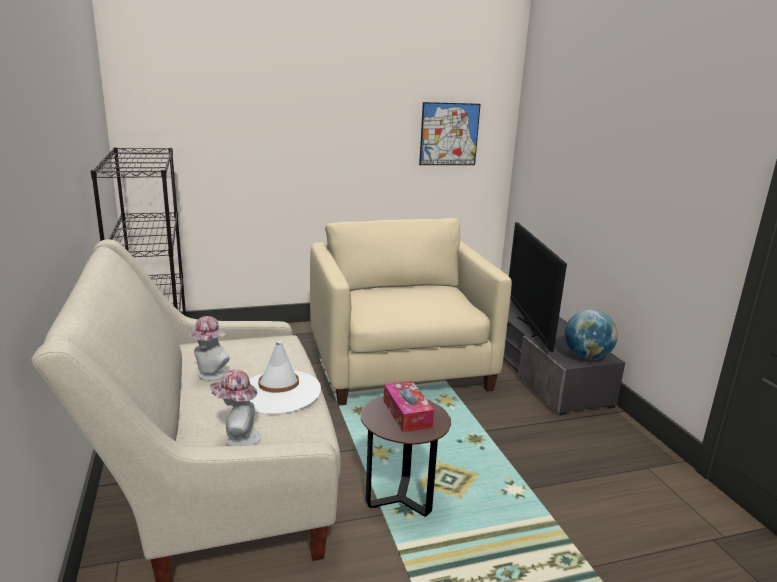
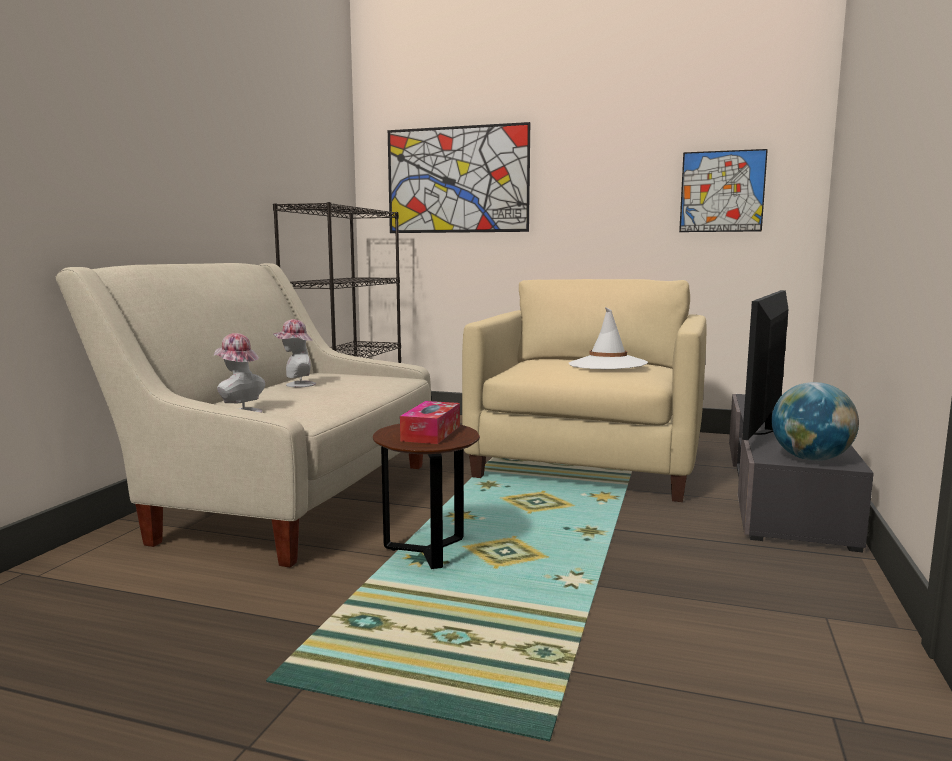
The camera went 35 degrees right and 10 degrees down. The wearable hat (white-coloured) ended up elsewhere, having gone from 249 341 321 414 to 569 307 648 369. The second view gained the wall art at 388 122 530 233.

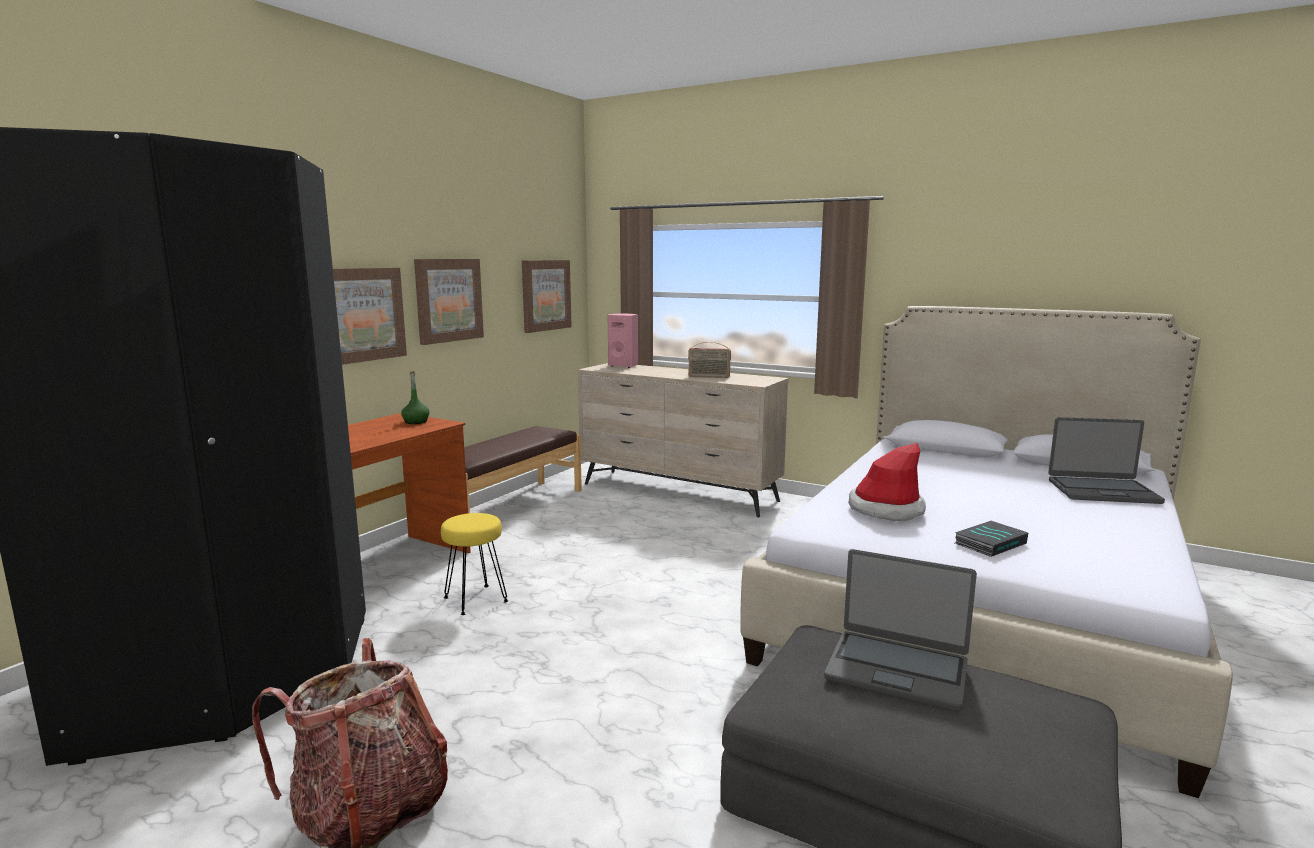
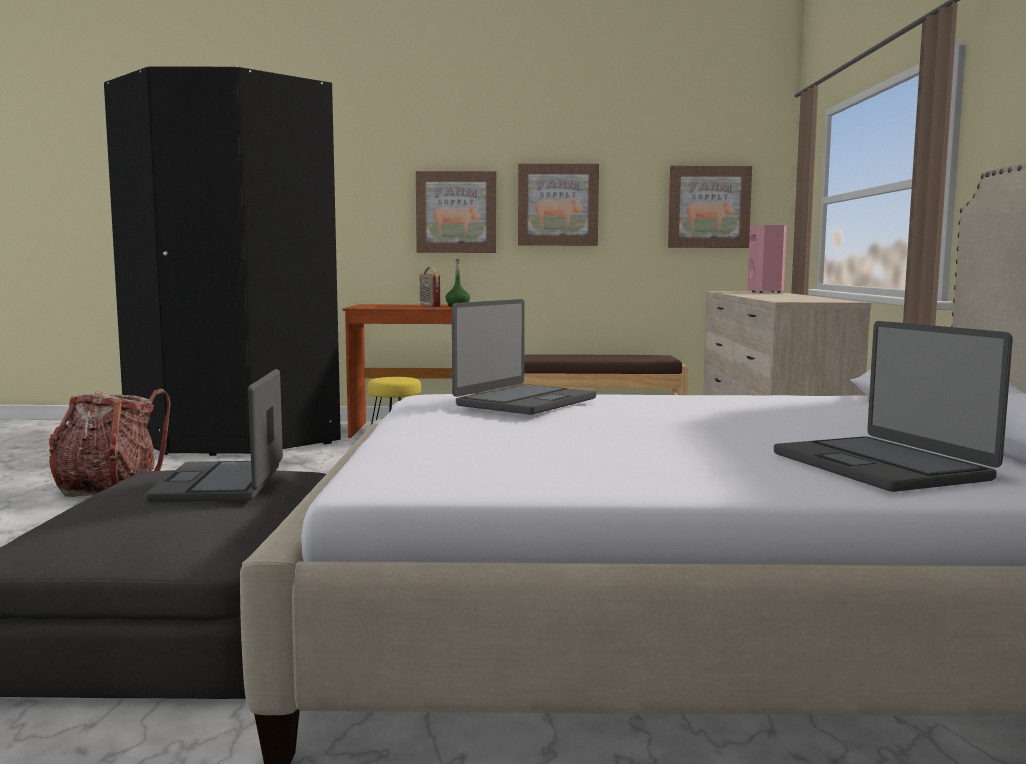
The camera went 60 degrees right and 5 degrees down. The radio receiver ended up elsewhere, having gone from 688 342 731 378 to 419 267 440 307. Where the wearable hat stood at 848 443 926 521, the portable computer came to stand at 452 299 596 415. The second view lost the bound book at 955 521 1028 557.

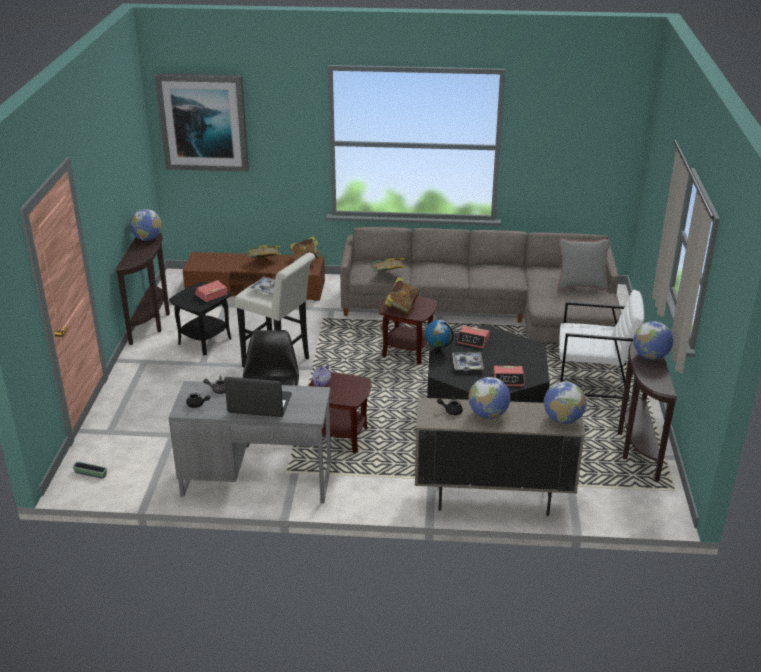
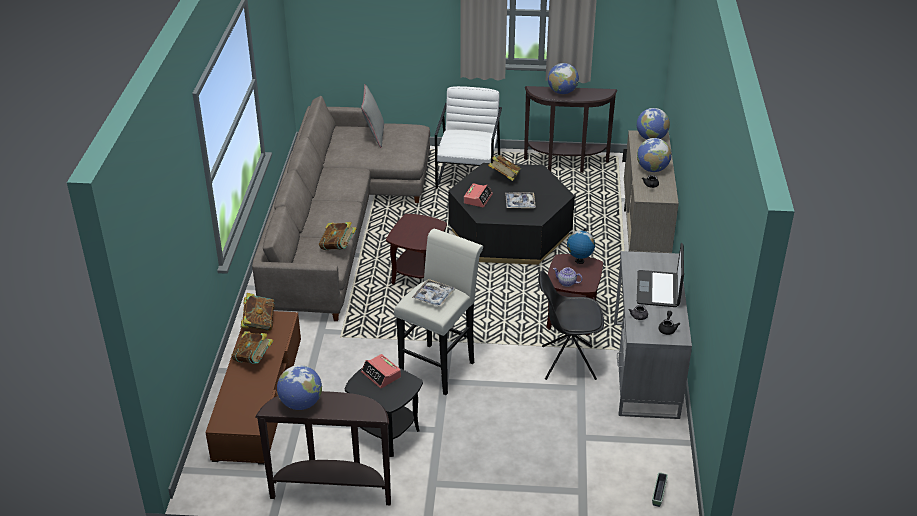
The camera went 90 degrees left and 5 degrees up. The second view lost the wall art at 155 73 249 172. The bound book ended up elsewhere, having gone from 384 277 420 313 to 488 154 521 181. The globe ended up elsewhere, having gone from 425 320 453 353 to 567 229 595 264. The second view lost the bedside clock at 494 366 524 386.

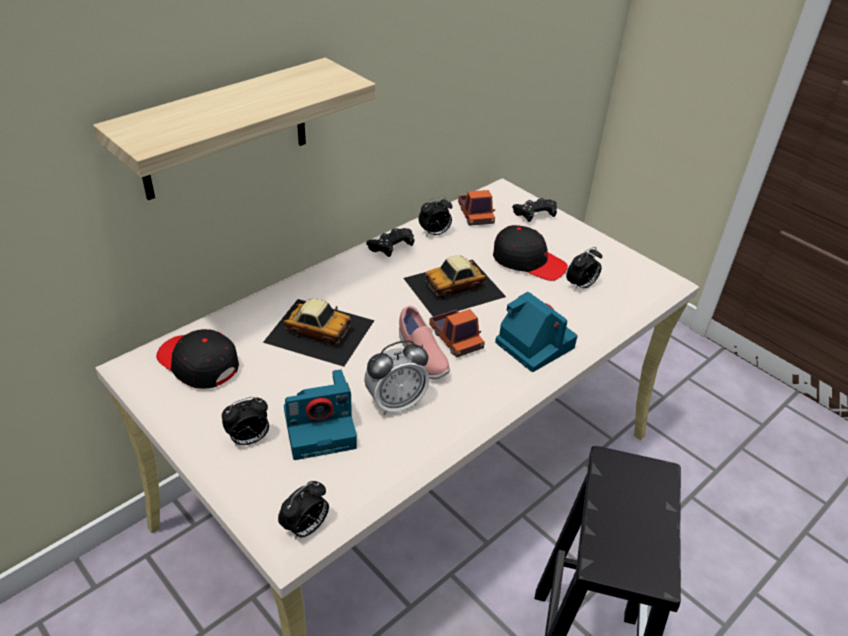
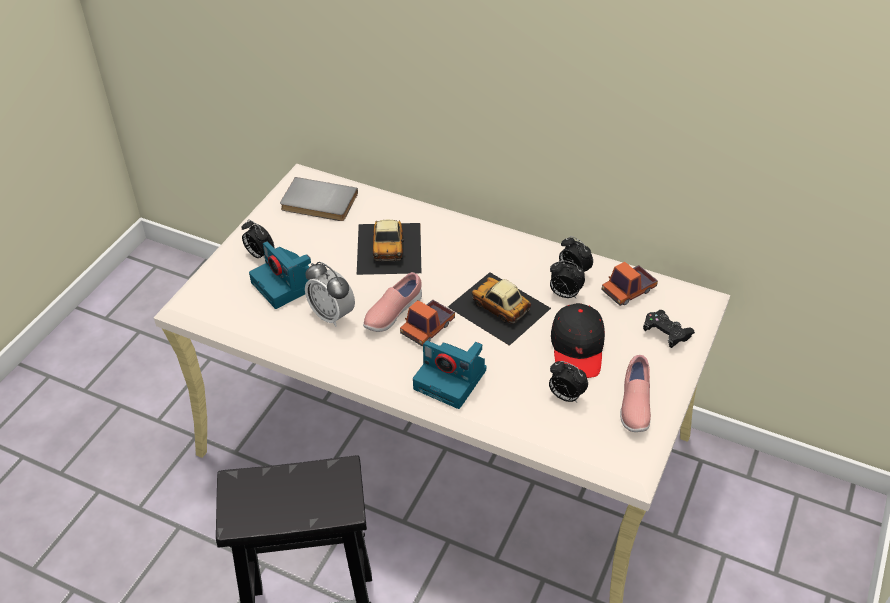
The camera went 70 degrees right and 5 degrees up. The second view lost the shelf at 93 58 375 200. The second view lost the joypad (black-coloured) at 366 228 415 257. The still camera at 495 292 578 372 ended up facing another way, 90 degrees clockwise from before. Where the cap (black-coloured) stood at 156 329 239 389, the bound book (grey) came to stand at 280 177 358 221. The bedside clock ended up elsewhere, having gone from 278 481 329 540 to 550 260 585 298. The second view gained the item of footwear (pink) at 620 355 651 432.

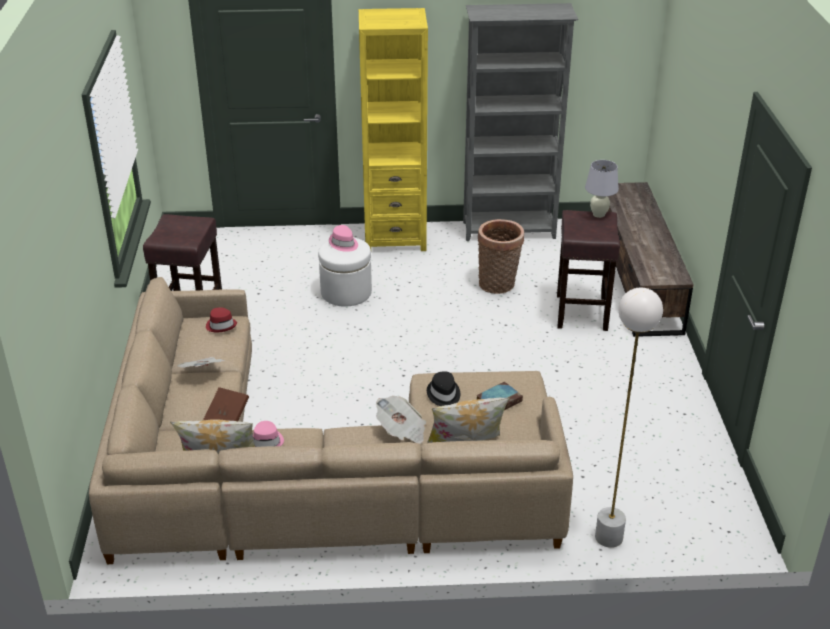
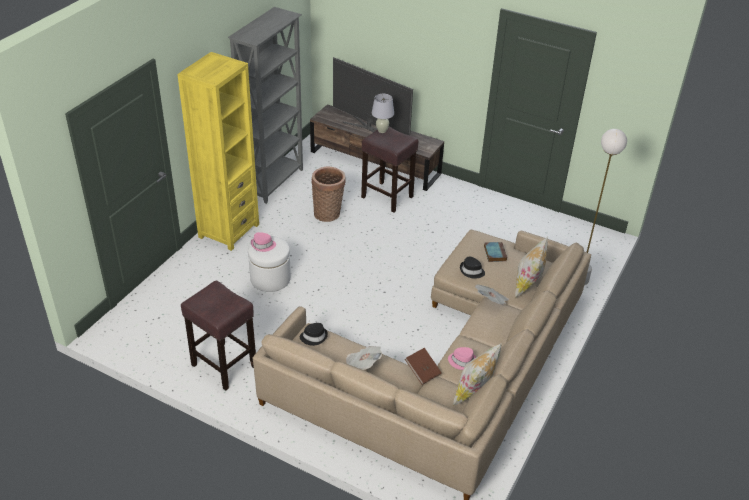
The camera went 60 degrees left and 5 degrees up. What was the wearable hat (reddish) at 206 307 237 333 turned into the wearable hat (black-coloured) at 300 323 328 346. The second view gained the television at 333 57 413 135.

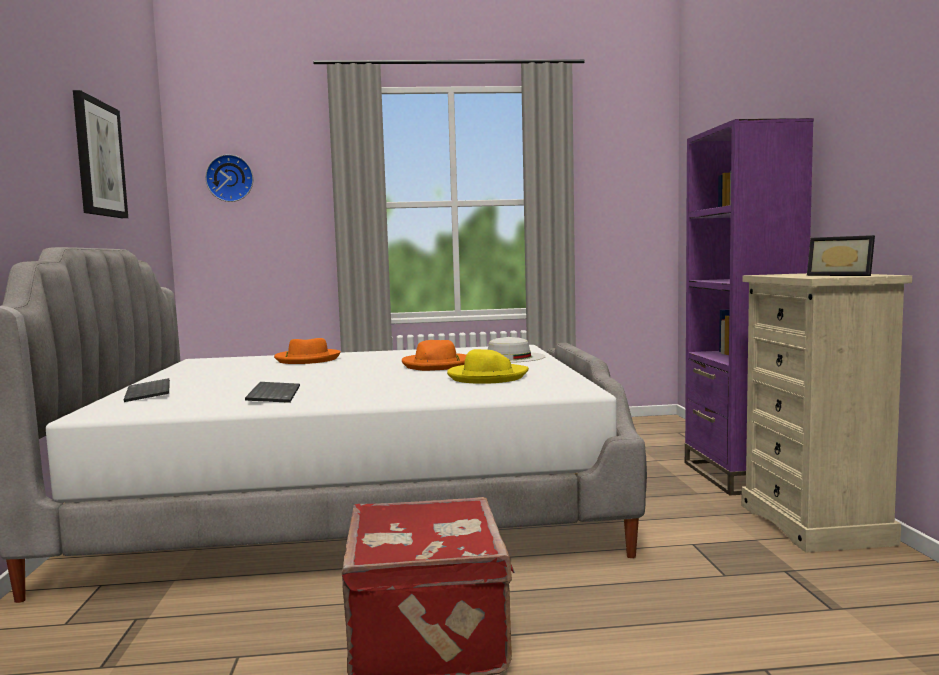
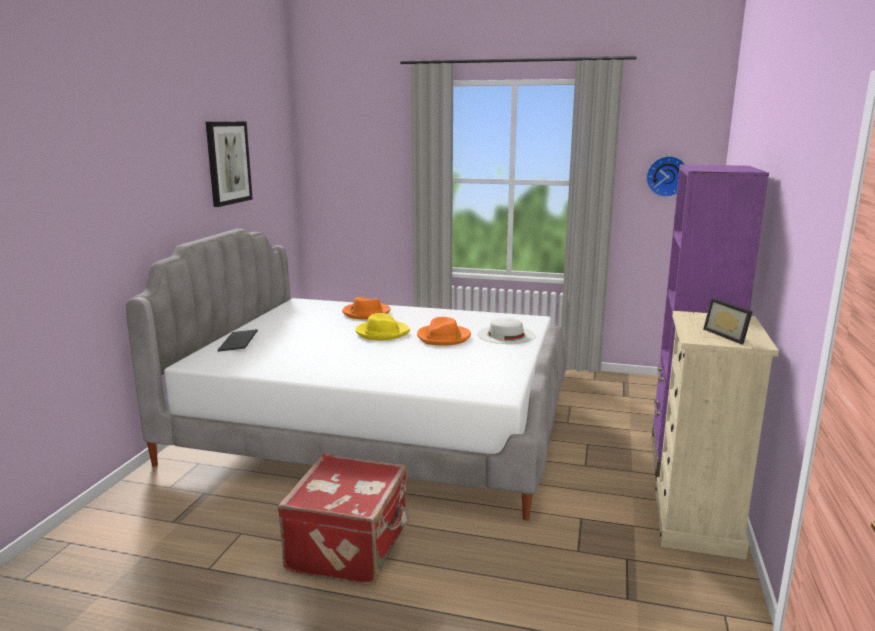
The camera went 20 degrees right and 10 degrees up. The clock on the wall ended up elsewhere, having gone from 205 154 253 202 to 646 156 686 197. The wearable hat (yellow) ended up elsewhere, having gone from 447 349 529 384 to 355 313 410 340. The second view lost the keyboard at 245 382 300 403.

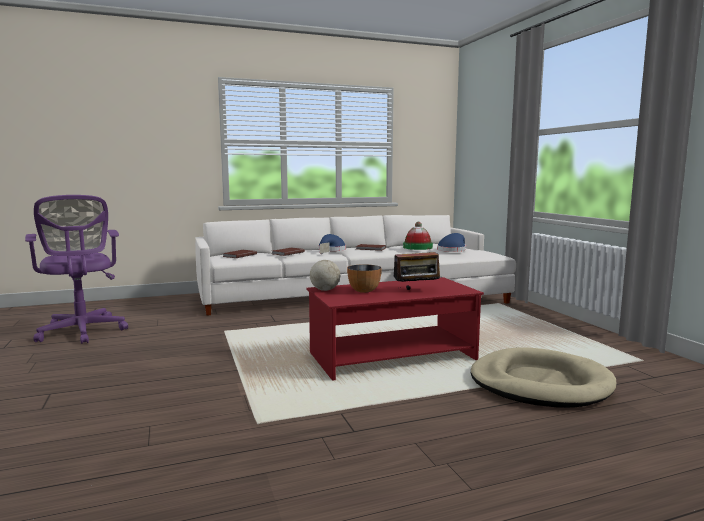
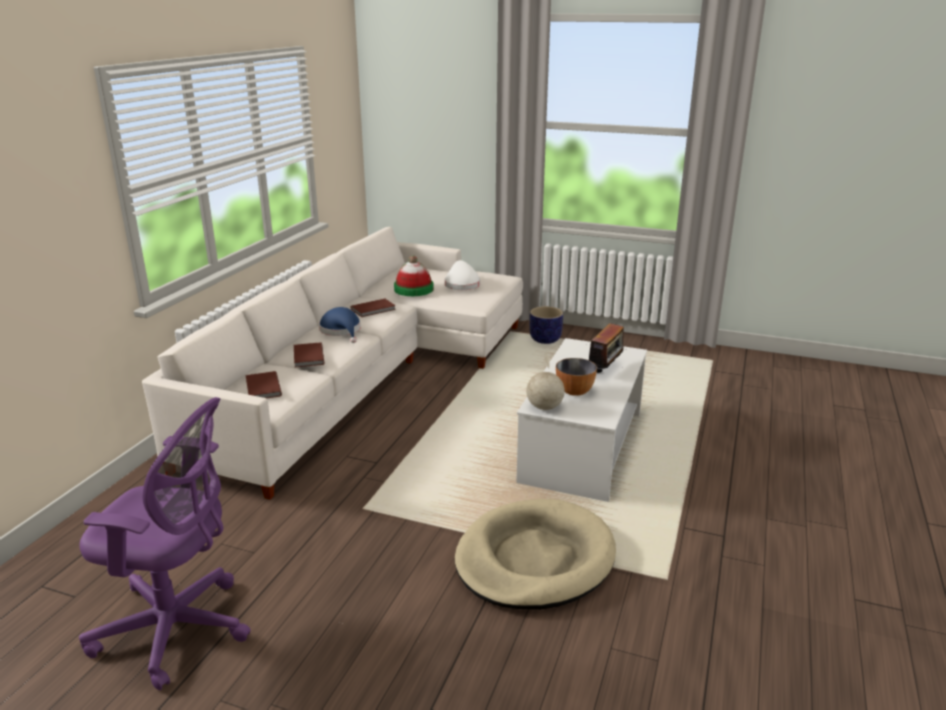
The camera went 50 degrees left and 15 degrees up. What was the wearable hat (blue) at 437 233 466 252 turned into the wearable hat (white-coloured) at 445 260 480 290. What was the lounge table (reddish) at 306 277 484 381 turned into the lounge table (white-coloured) at 516 338 647 502. The dog cushion (beige-coloured) ended up elsewhere, having gone from 471 347 617 408 to 455 499 616 610. The second view gained the flower pot at 529 306 563 344.

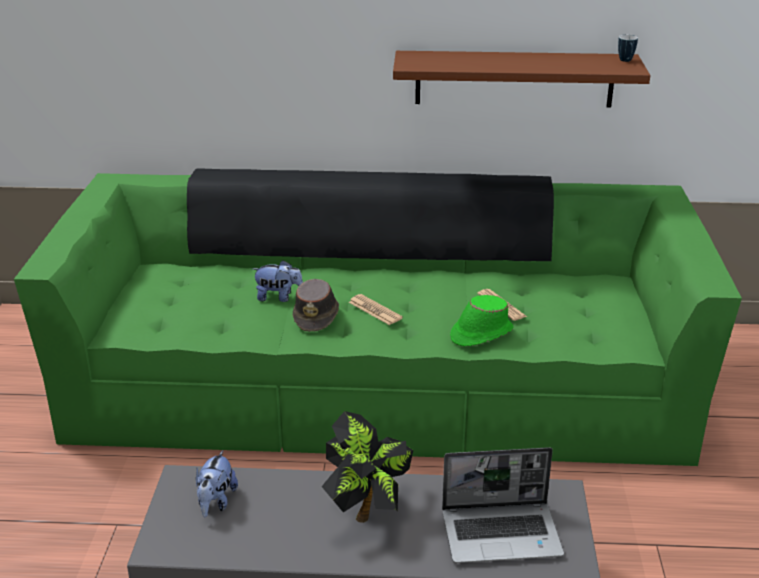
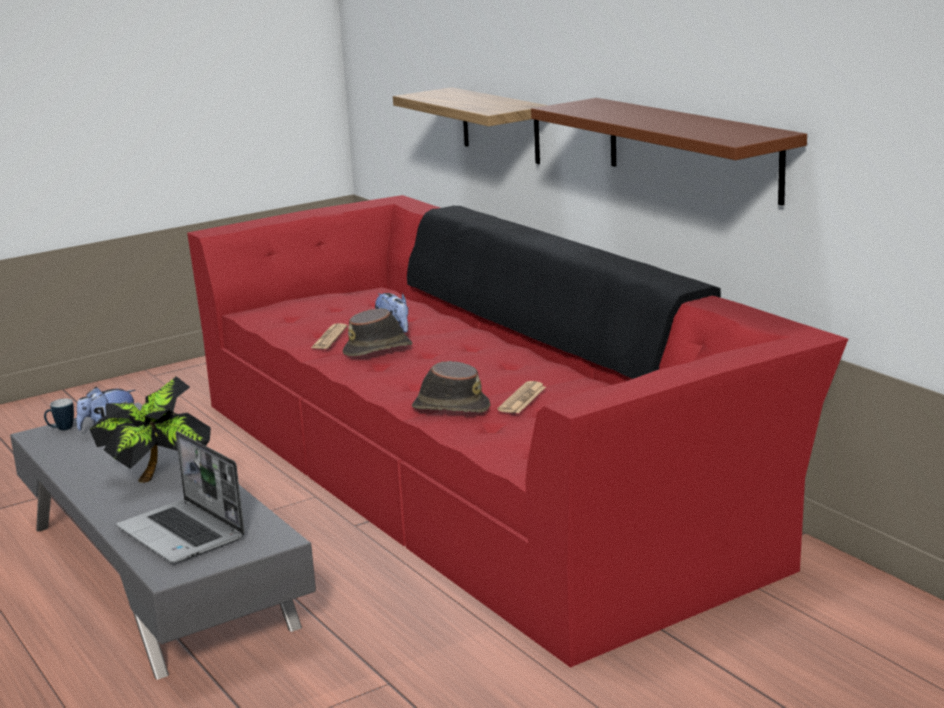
The camera went 55 degrees right and 10 degrees down. The mug ended up elsewhere, having gone from 618 35 638 62 to 44 399 74 430. What was the couch (green-coloured) at 14 168 742 466 turned into the couch (reddish) at 187 195 848 668. The daily paper ended up elsewhere, having gone from 348 294 403 325 to 311 323 347 349. What was the wearable hat (green-coloured) at 450 295 513 346 turned into the wearable hat (brown-coloured) at 412 361 491 413. The second view gained the shelf at 393 87 549 164.

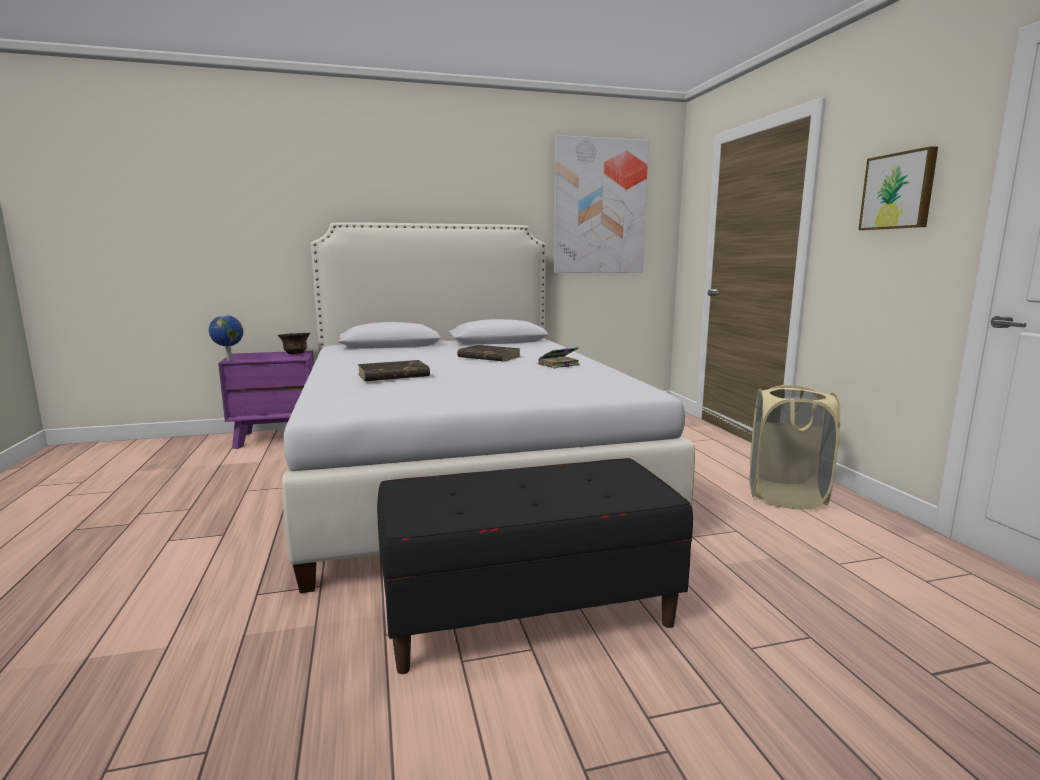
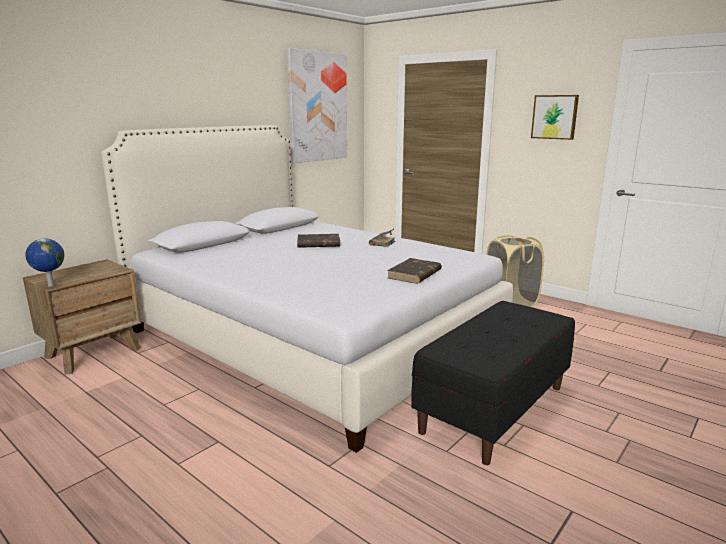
The camera went 35 degrees left and 5 degrees up. The second view lost the serving bowl (brown-coloured) at 278 333 310 354. What was the nightstand (purple-coloured) at 218 351 314 449 turned into the nightstand (brown-coloured) at 23 259 141 375. The bound book (brown-coloured) ended up elsewhere, having gone from 357 360 430 381 to 387 258 442 284.

